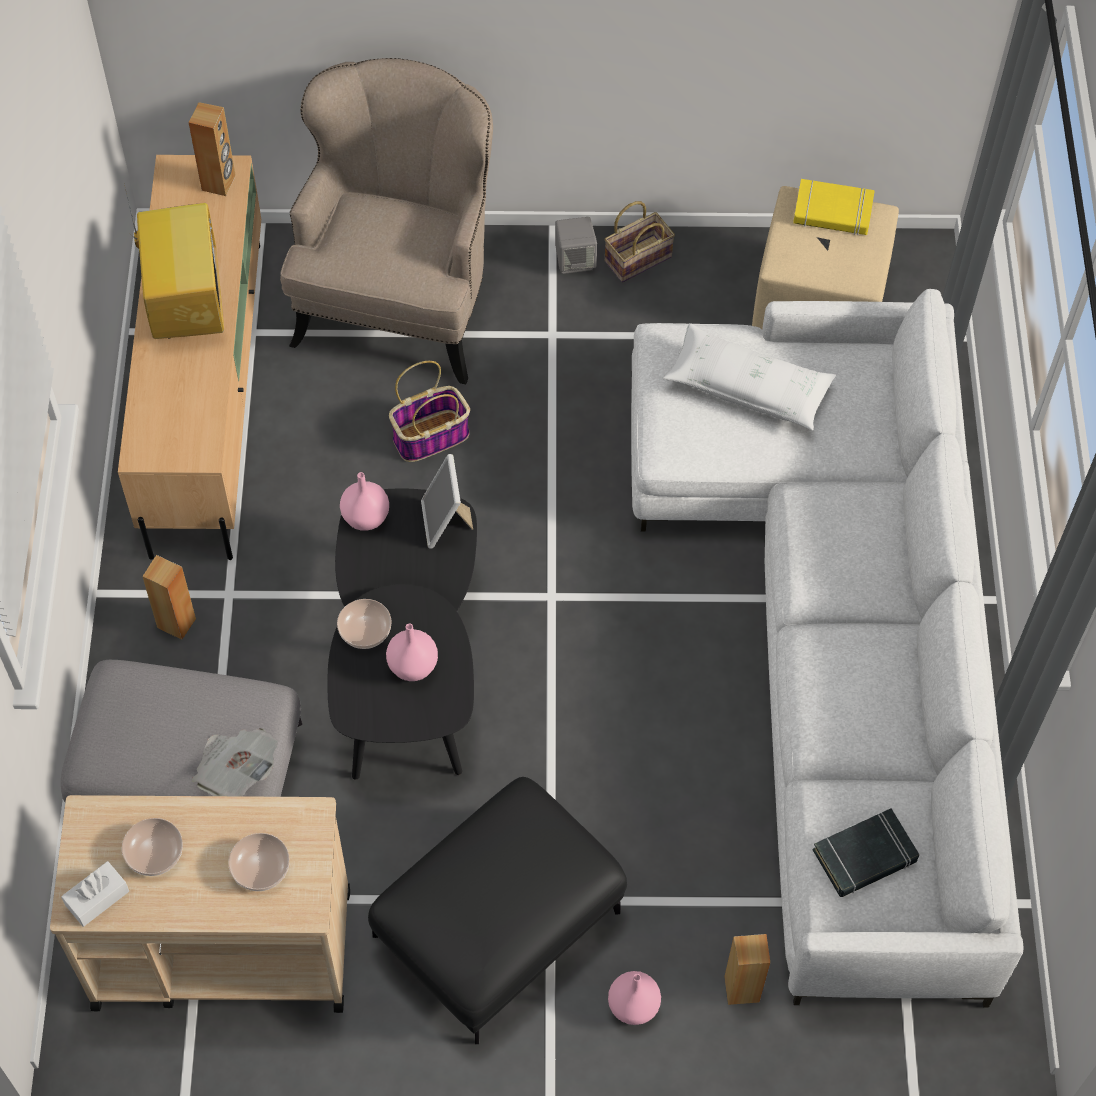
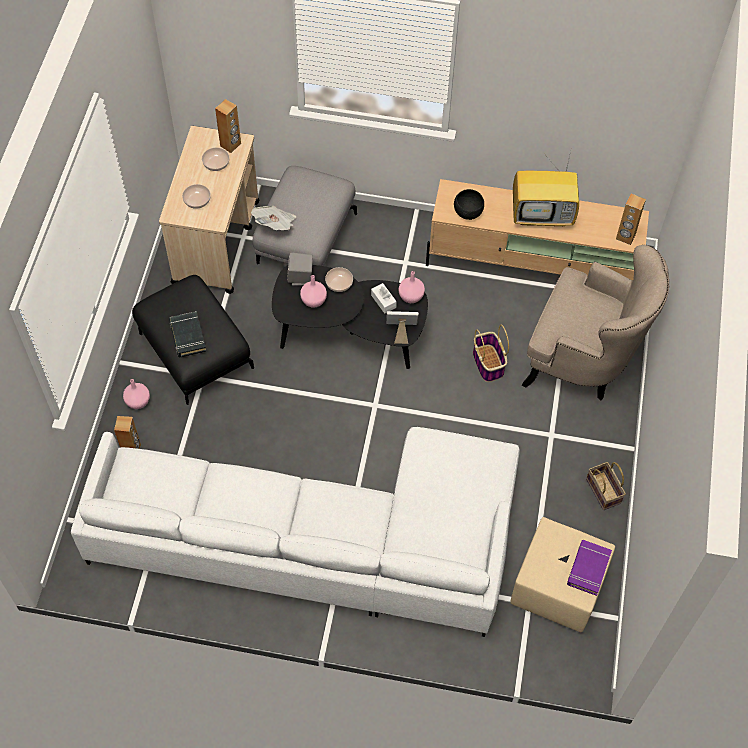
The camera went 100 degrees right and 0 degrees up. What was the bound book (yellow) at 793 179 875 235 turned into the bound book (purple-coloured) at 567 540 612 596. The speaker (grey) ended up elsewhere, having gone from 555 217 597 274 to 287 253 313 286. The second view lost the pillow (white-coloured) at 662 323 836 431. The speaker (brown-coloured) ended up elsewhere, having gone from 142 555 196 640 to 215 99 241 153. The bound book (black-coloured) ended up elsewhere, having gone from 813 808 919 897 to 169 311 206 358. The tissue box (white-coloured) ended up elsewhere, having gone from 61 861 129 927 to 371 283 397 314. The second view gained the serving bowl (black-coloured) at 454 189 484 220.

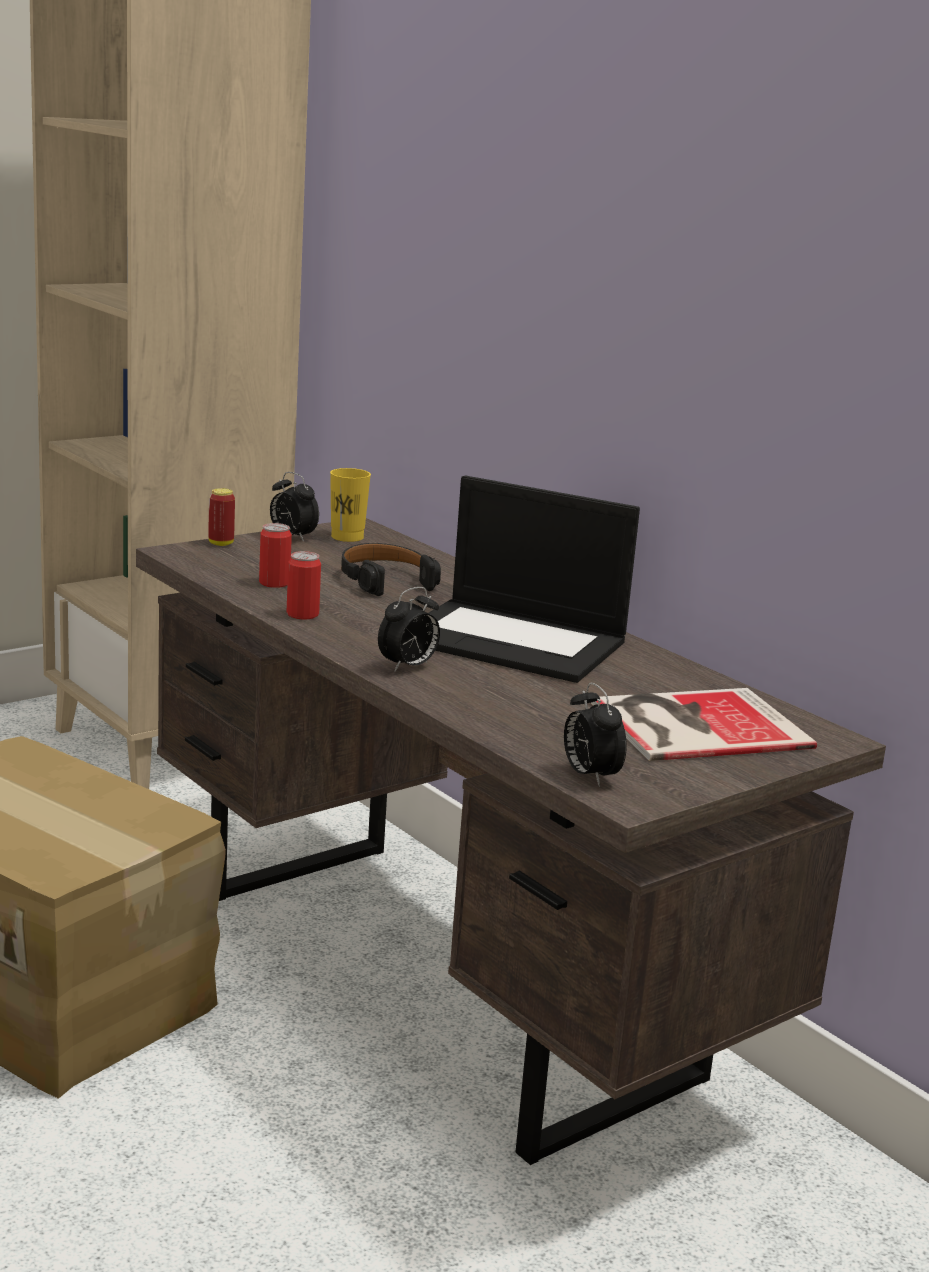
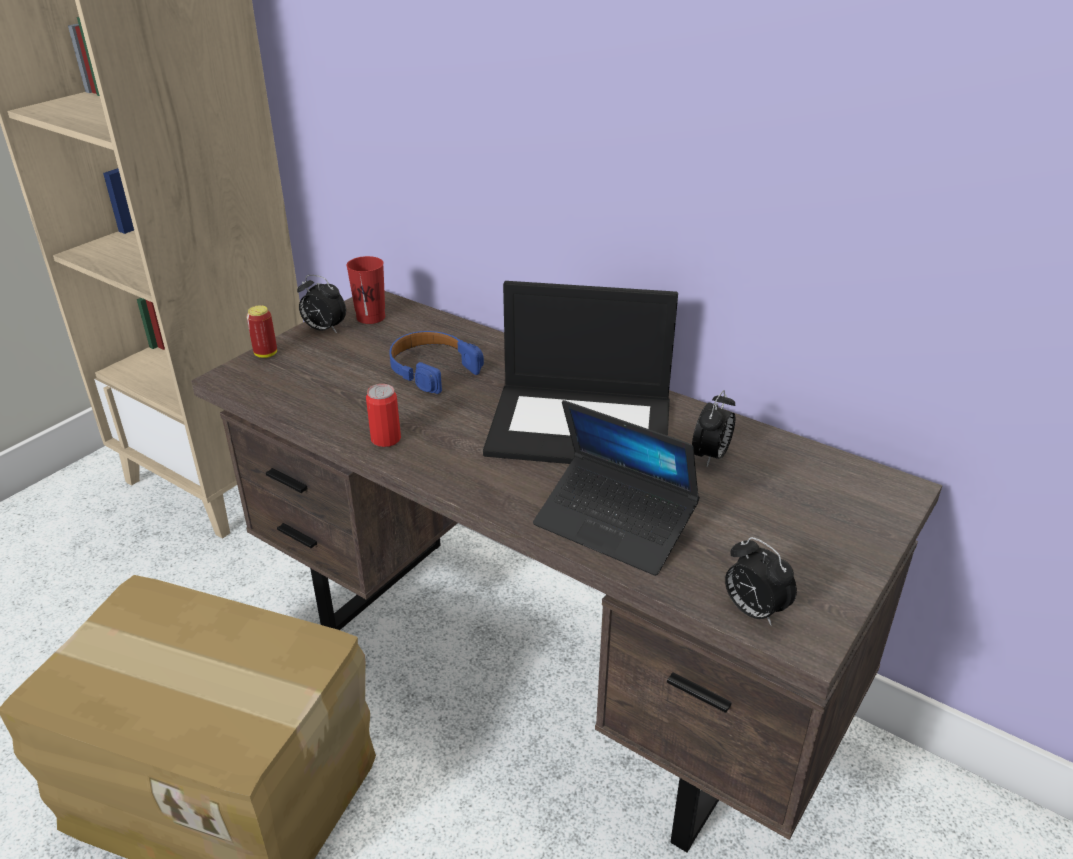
The camera went 15 degrees left and 15 degrees up. What was the drinking cup (yellow) at 330 468 371 542 turned into the drinking cup (reddish) at 346 256 385 324. The second view lost the sealed can at 259 523 292 588. What was the headset (black-coloured) at 341 543 441 596 turned into the headset (blue) at 389 331 484 394. The bedside clock ended up elsewhere, having gone from 378 587 440 672 to 692 390 735 466. The second view lost the bound book at 591 688 817 761. The second view gained the portable computer at 533 400 700 576.

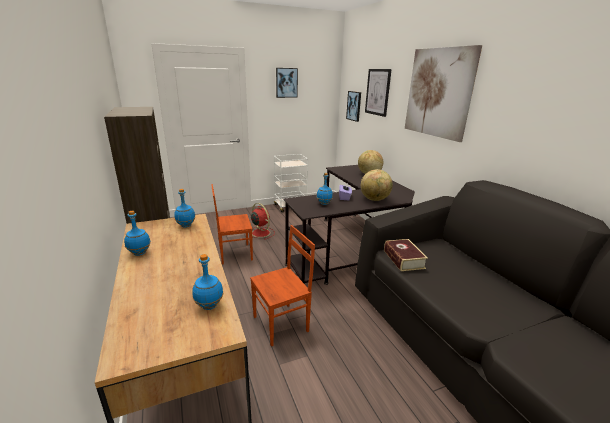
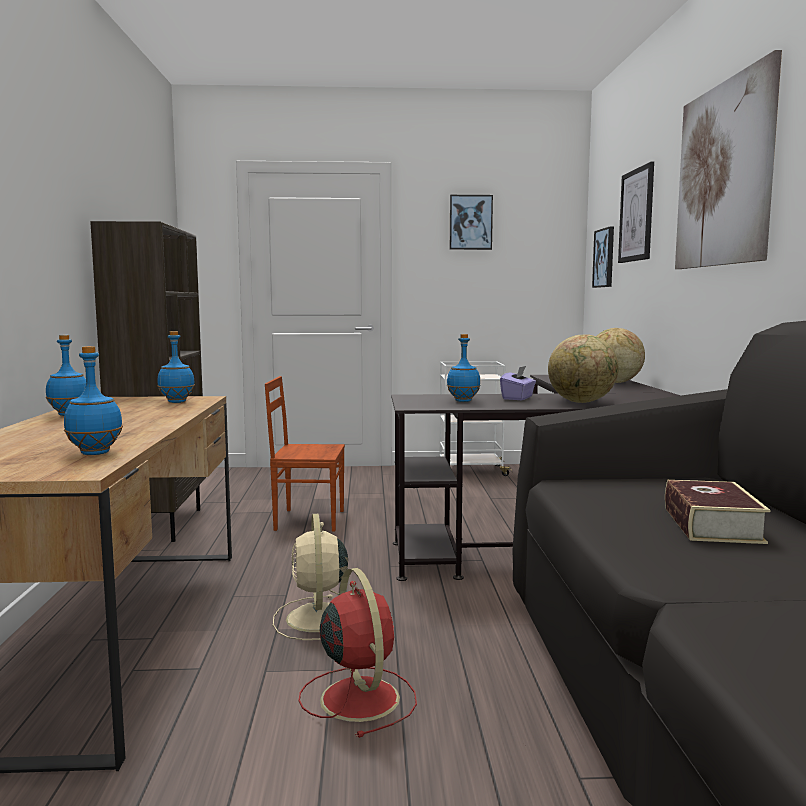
The camera went 20 degrees right and 15 degrees down. The cooling fan (reddish) ended up elsewhere, having gone from 248 203 275 240 to 299 568 417 738. Where the upright chair (brown-coloured) stood at 250 225 315 346, the cooling fan (beige-coloured) came to stand at 273 514 348 640. The bound book ended up elsewhere, having gone from 384 239 428 271 to 665 480 770 544.

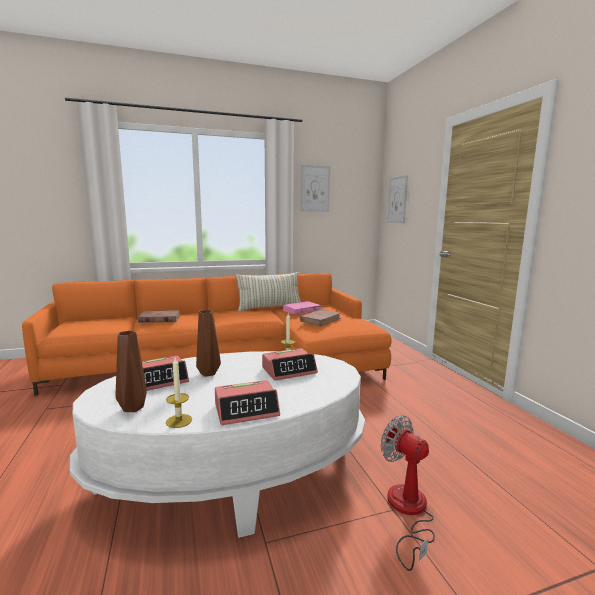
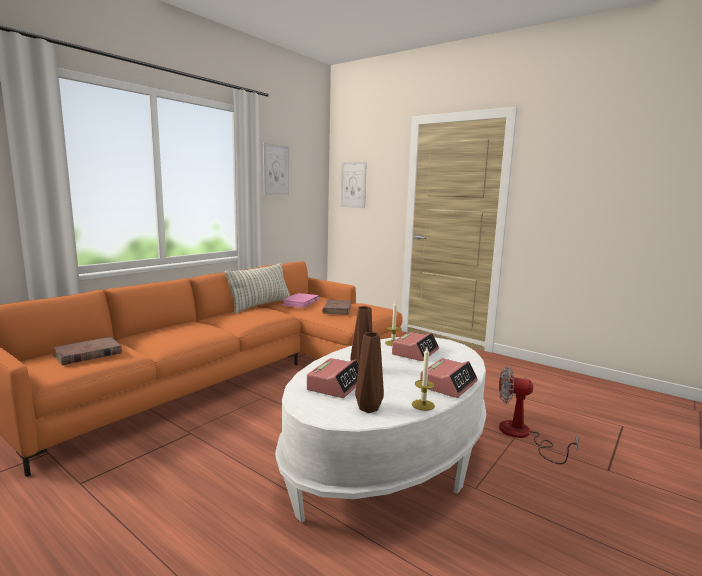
The camera went 35 degrees left and 0 degrees up. The bound book (brown-coloured) ended up elsewhere, having gone from 138 310 180 323 to 53 337 122 365.

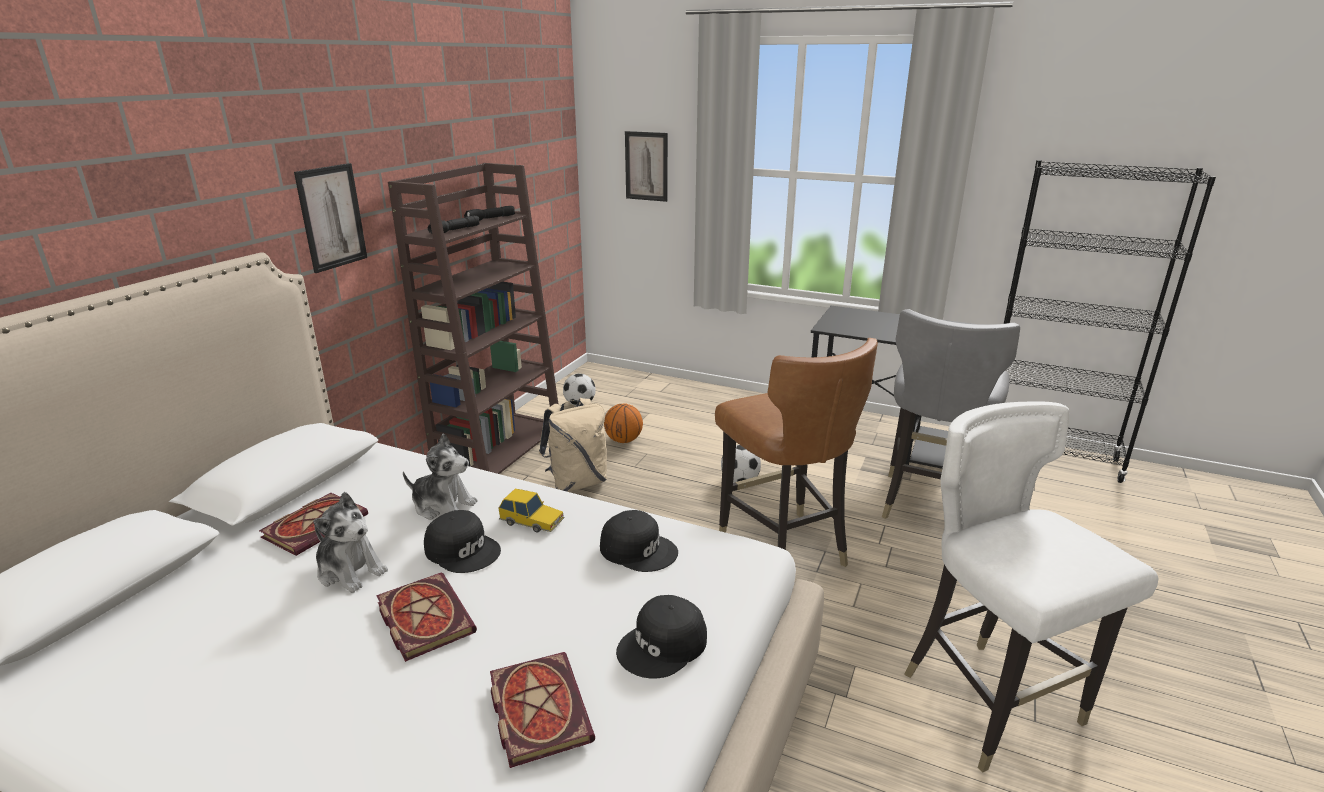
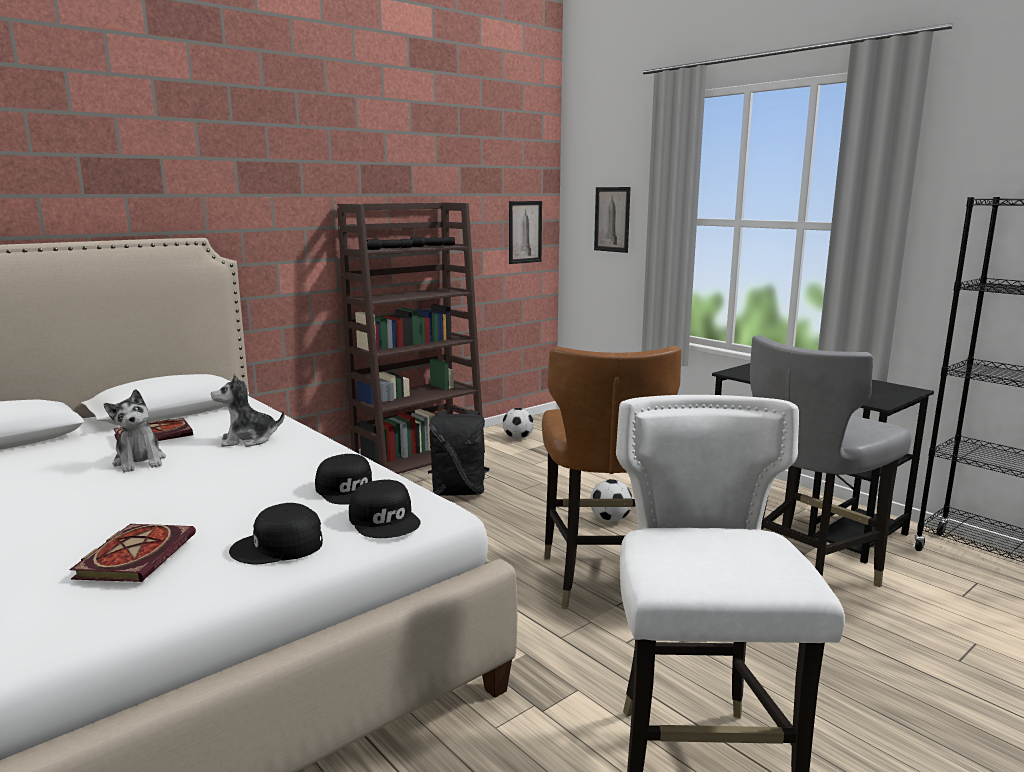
The camera went 25 degrees right and 10 degrees down. The wall art ended up elsewhere, having gone from 294 163 367 273 to 509 201 542 264. What was the backpack (beige-coloured) at 539 398 607 492 turned into the backpack (black-coloured) at 428 408 490 496. The second view lost the basketball ball at 604 403 643 443. The plush toy at 403 433 478 520 ended up facing another way, 120 degrees clockwise from before. The second view lost the toy car at 498 489 564 533. The cap (black-coloured) ended up elsewhere, having gone from 424 510 501 573 to 349 479 421 538. The second view lost the bound book at 376 572 477 662.

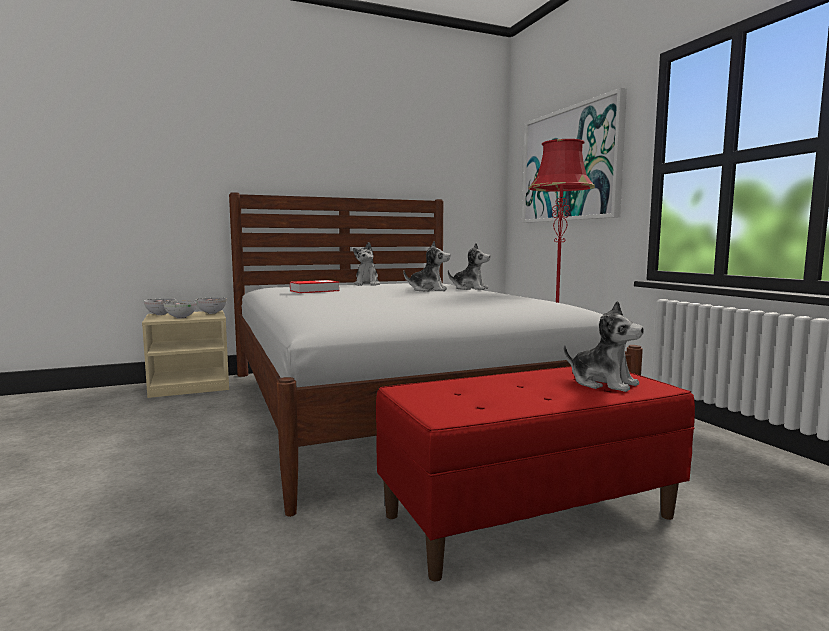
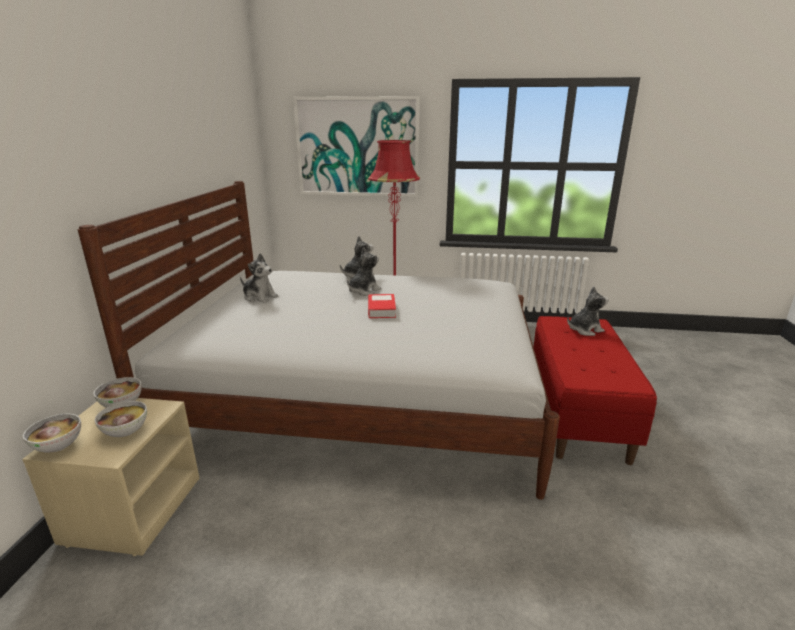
The camera went 60 degrees left and 15 degrees up. The bound book ended up elsewhere, having gone from 290 280 340 293 to 368 294 396 318.

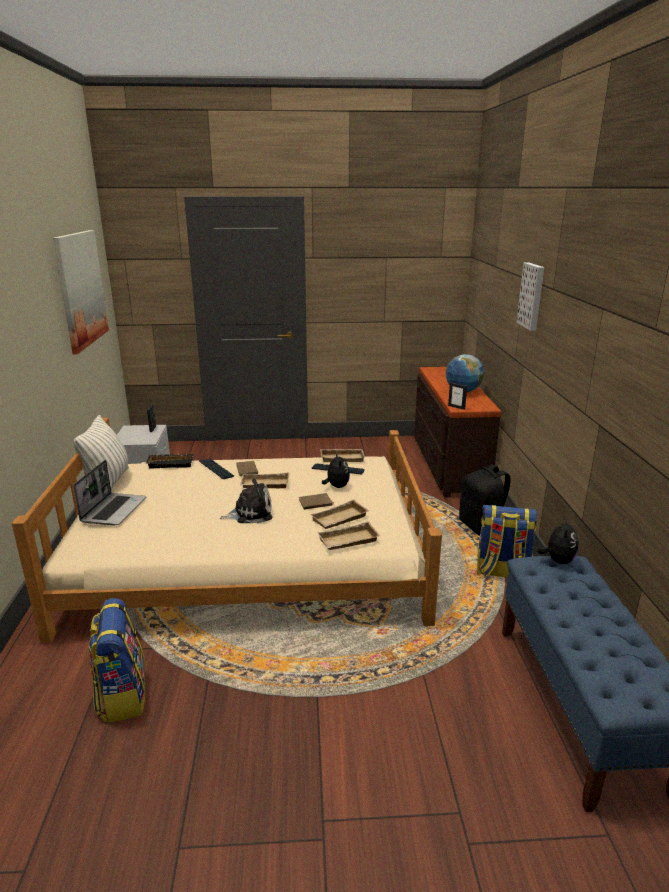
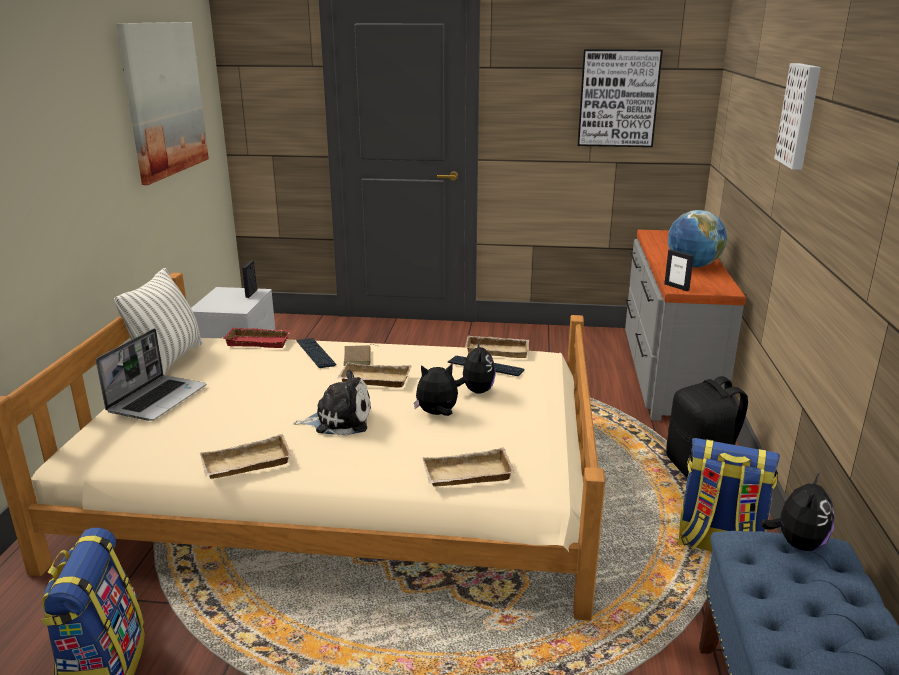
The camera went 10 degrees right and 0 degrees up. What was the dresser (brown-coloured) at 414 367 502 497 turned into the dresser (grey) at 625 230 746 421. What was the serving tray (black-coloured) at 146 454 194 469 turned into the serving tray (reddish) at 222 327 292 348. Where the bound book (brown-coloured) stood at 299 493 334 510, the plush toy came to stand at 414 364 458 416. The serving tray (beige-coloured) ended up elsewhere, having gone from 310 499 369 529 to 200 434 292 479. The second view gained the wall art at 577 49 663 147.

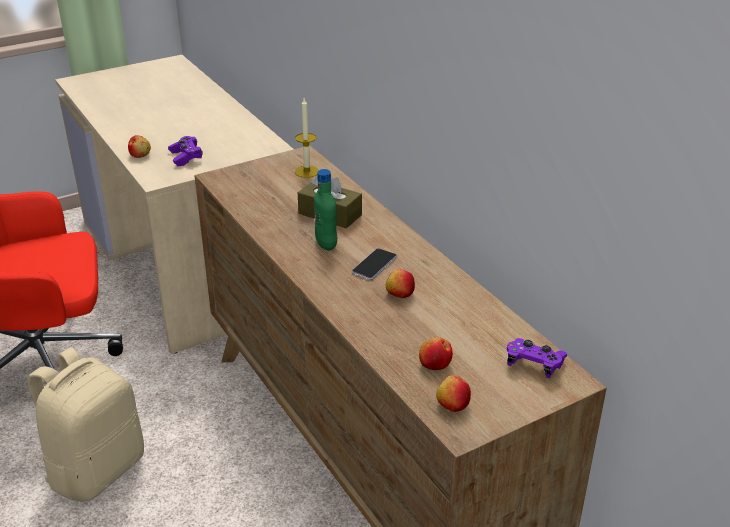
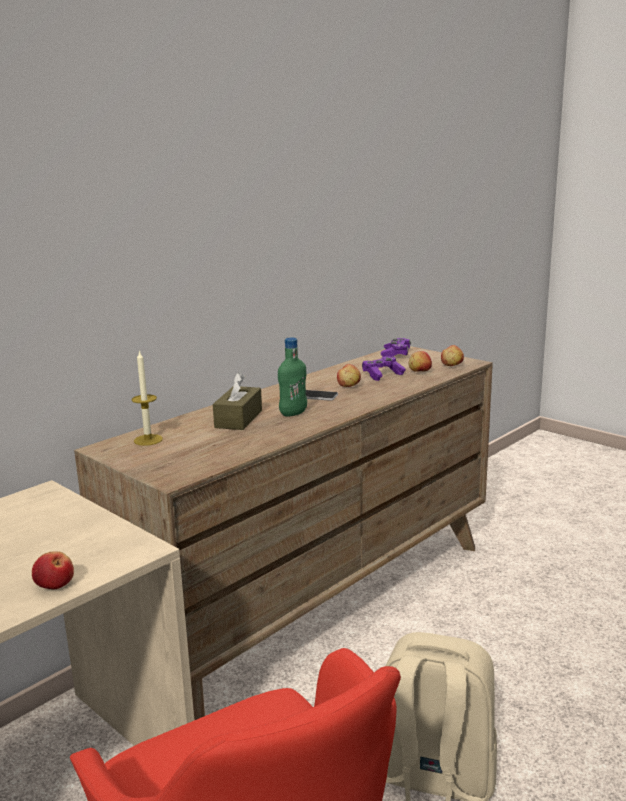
The camera went 105 degrees left and 15 degrees down. The joypad (purple-coloured) ended up elsewhere, having gone from 168 136 203 166 to 362 356 406 381.

